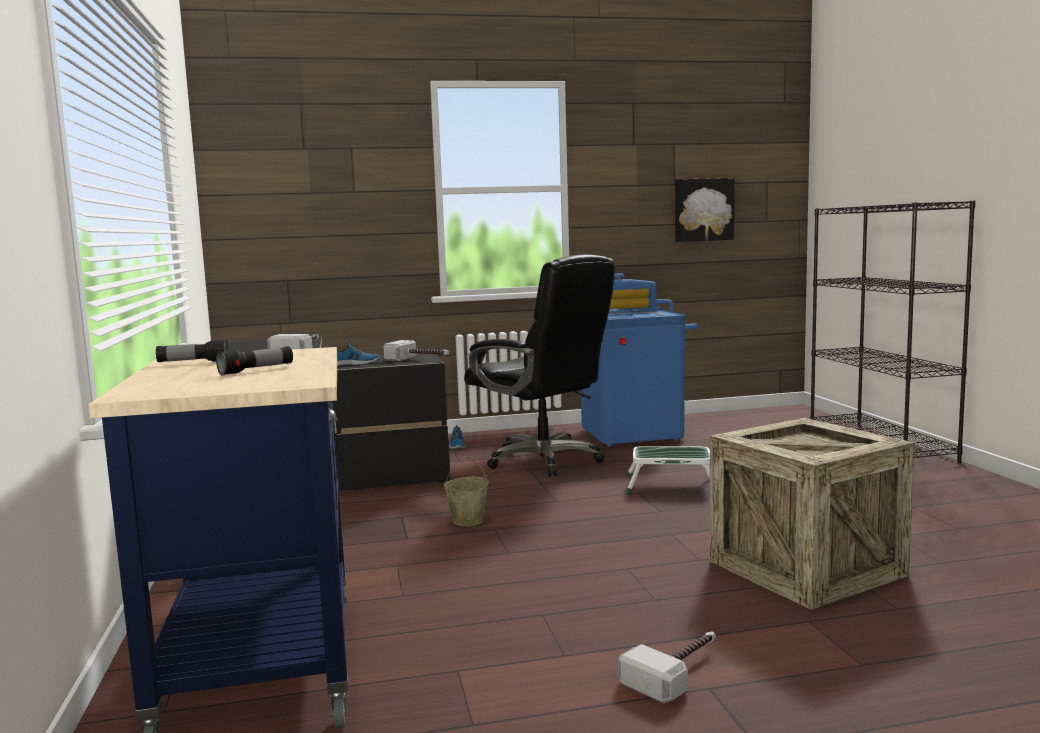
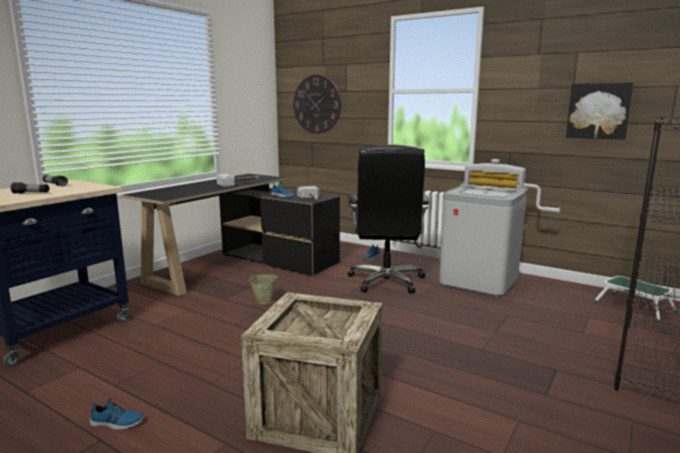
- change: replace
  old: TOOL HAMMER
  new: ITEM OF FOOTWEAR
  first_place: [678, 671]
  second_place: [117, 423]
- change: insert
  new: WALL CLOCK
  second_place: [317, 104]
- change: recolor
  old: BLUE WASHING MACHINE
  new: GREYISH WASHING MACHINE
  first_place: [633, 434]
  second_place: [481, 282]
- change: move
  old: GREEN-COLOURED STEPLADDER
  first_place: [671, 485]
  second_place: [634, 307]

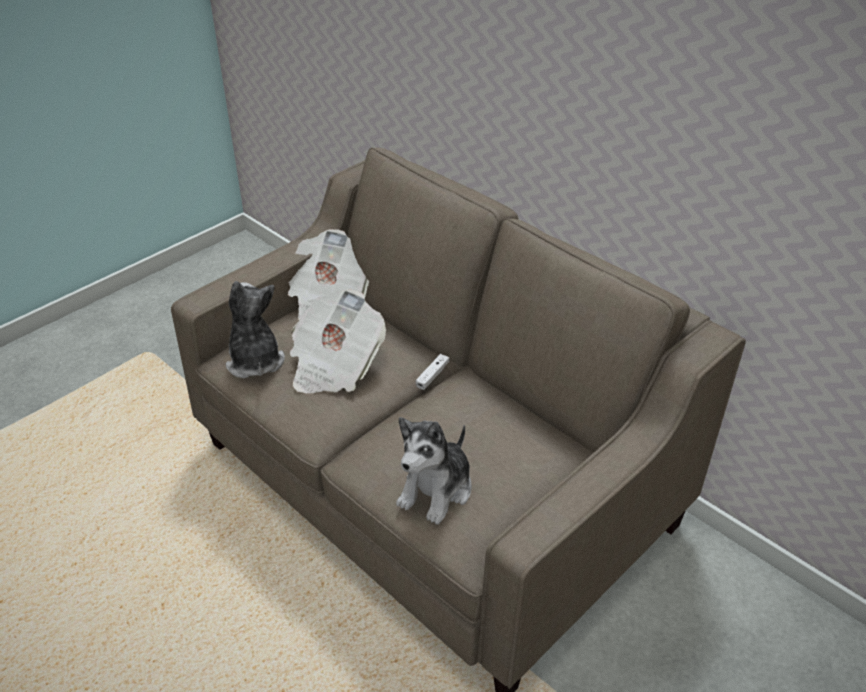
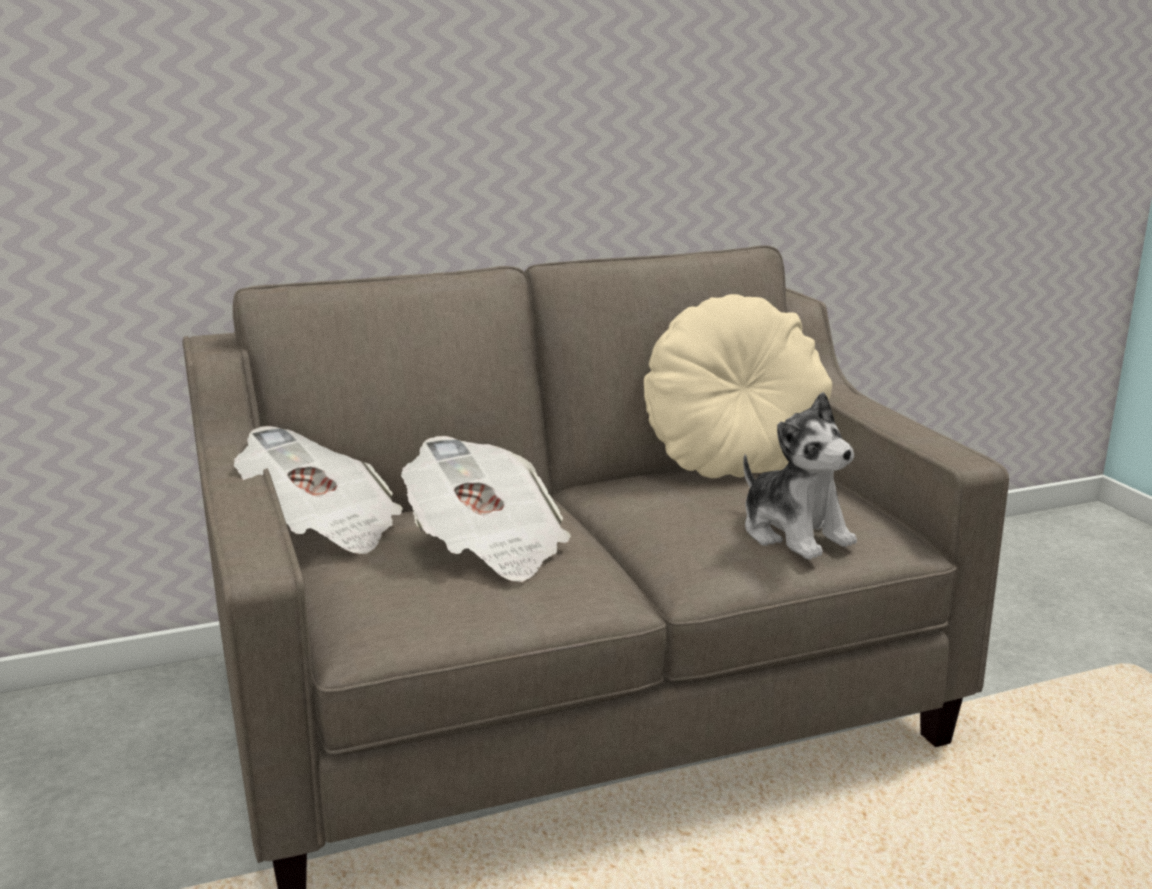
- change: insert
  new: BEIGE-COLOURED THROW PILLOW
  second_place: [733, 468]
- change: delete
  old: SOFT TOY
  first_place: [254, 360]
- change: delete
  old: WHITE-COLOURED GAMEPAD
  first_place: [432, 375]

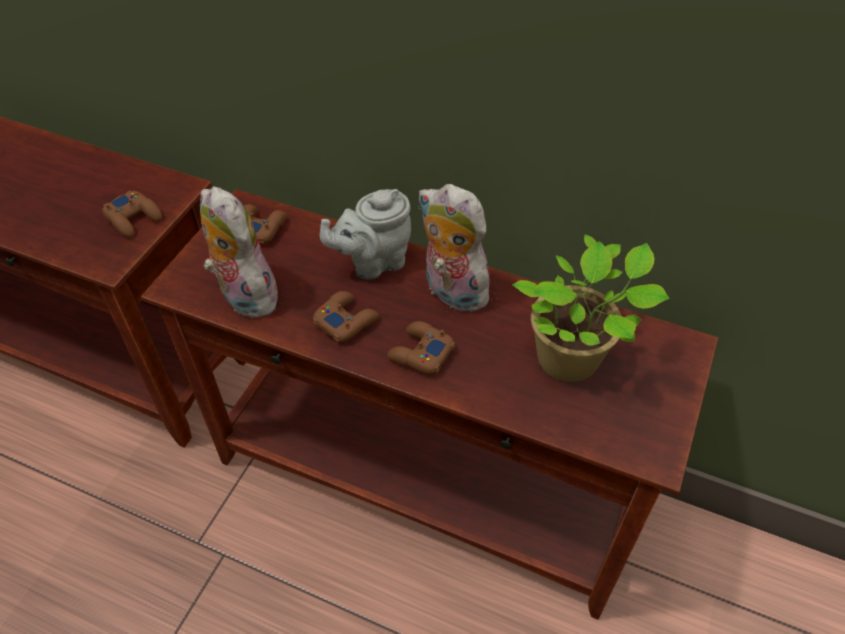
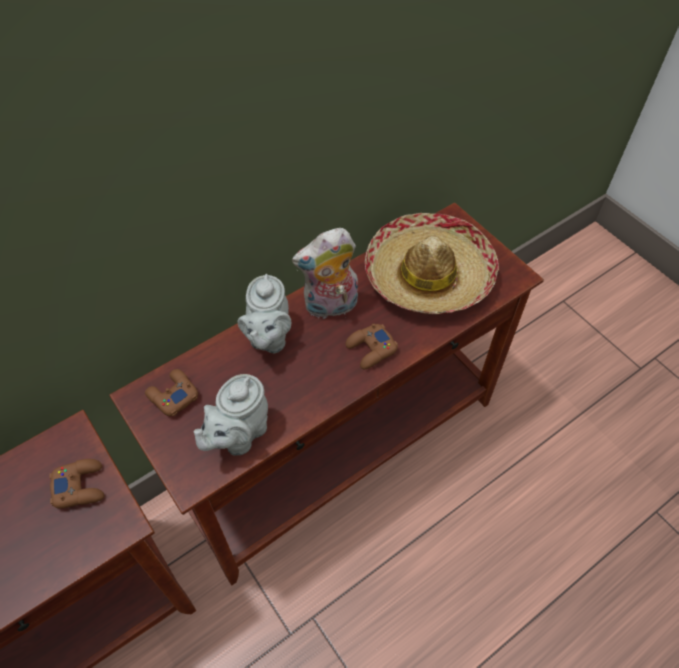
- change: replace
  old: SOFT TOY
  new: GREYISH POT FOR TEA
  first_place: [244, 295]
  second_place: [239, 435]
- change: replace
  old: HOUSEPLANT
  new: CLOTHING HAT
  first_place: [572, 360]
  second_place: [428, 275]
- change: delete
  old: BROWN-COLOURED GAMEPAD
  first_place: [346, 321]

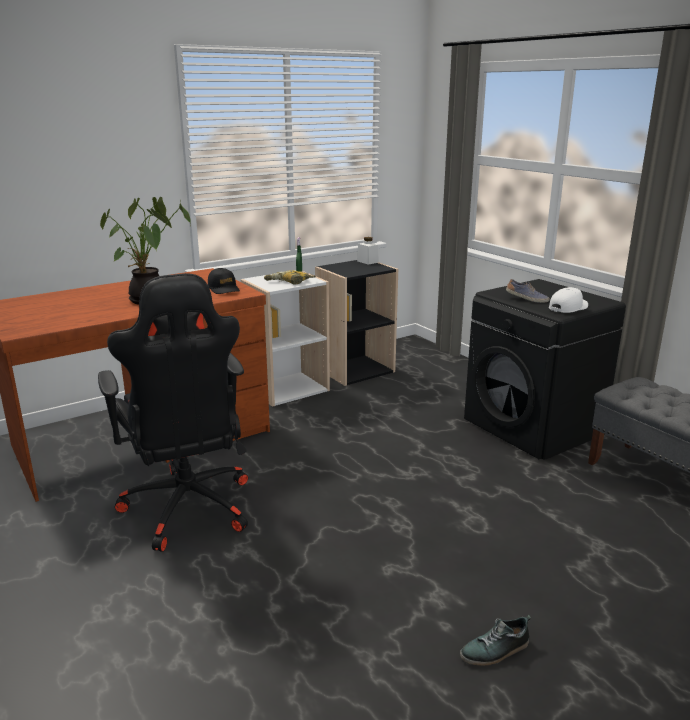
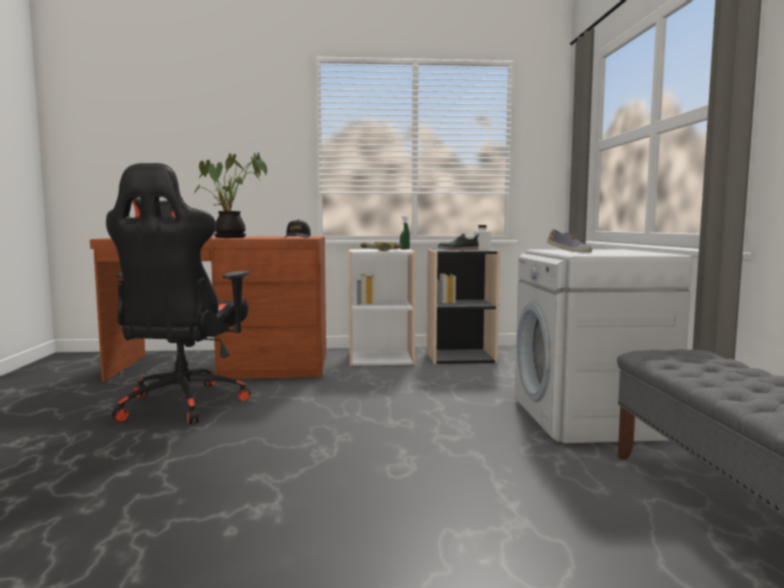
- change: move
  old: ITEM OF FOOTWEAR
  first_place: [495, 650]
  second_place: [458, 249]
- change: recolor
  old: BLACKISH WASHING MACHINE
  new: WHITE-COLOURED WASHING MACHINE
  first_place: [531, 427]
  second_place: [587, 418]
- change: delete
  old: WHITE-COLOURED CAP
  first_place: [568, 307]

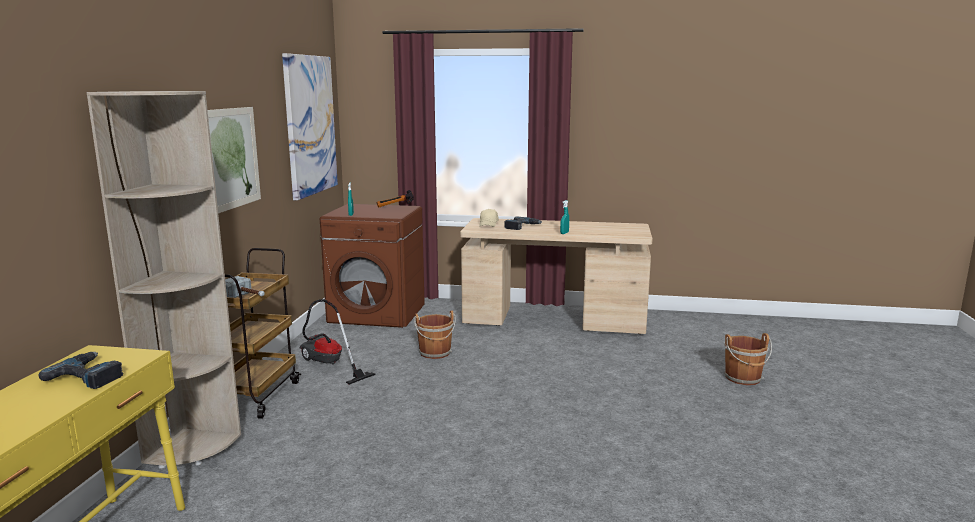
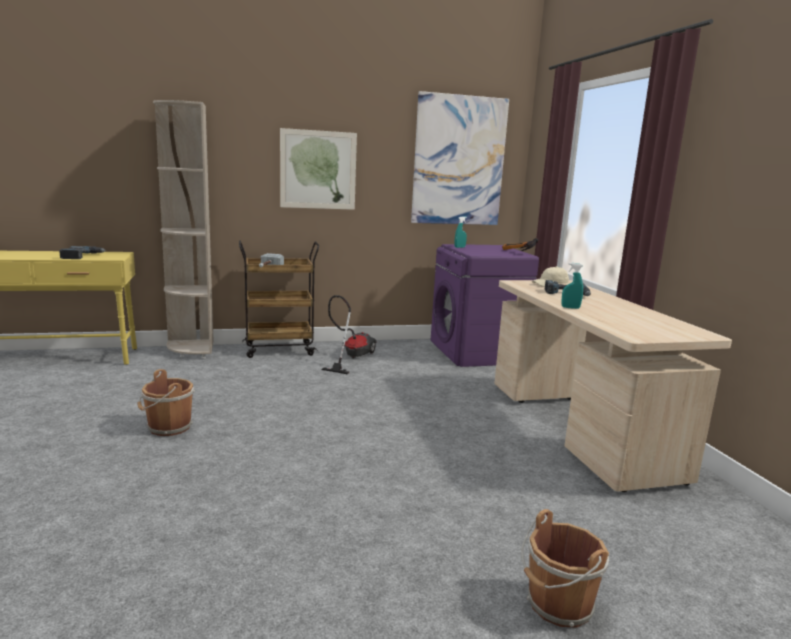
- change: move
  old: BROWN-COLOURED BUCKET
  first_place: [435, 353]
  second_place: [167, 428]
- change: recolor
  old: BROWN-COLOURED WASHING MACHINE
  new: PURPLE WASHING MACHINE
  first_place: [376, 313]
  second_place: [475, 352]

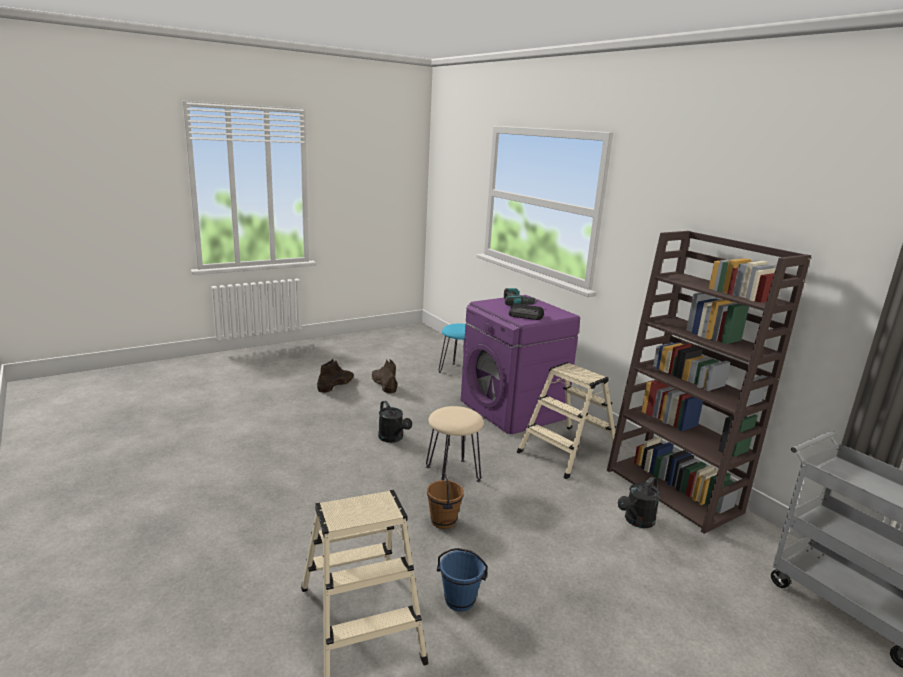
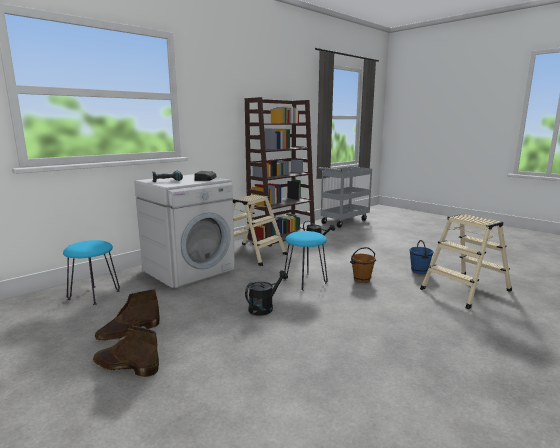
- change: recolor
  old: PURPLE WASHING MACHINE
  new: WHITE-COLOURED WASHING MACHINE
  first_place: [511, 410]
  second_place: [191, 270]
- change: recolor
  old: BEIGE-COLOURED STOOL
  new: TURQUOISE-COLOURED STOOL
  first_place: [453, 474]
  second_place: [305, 281]

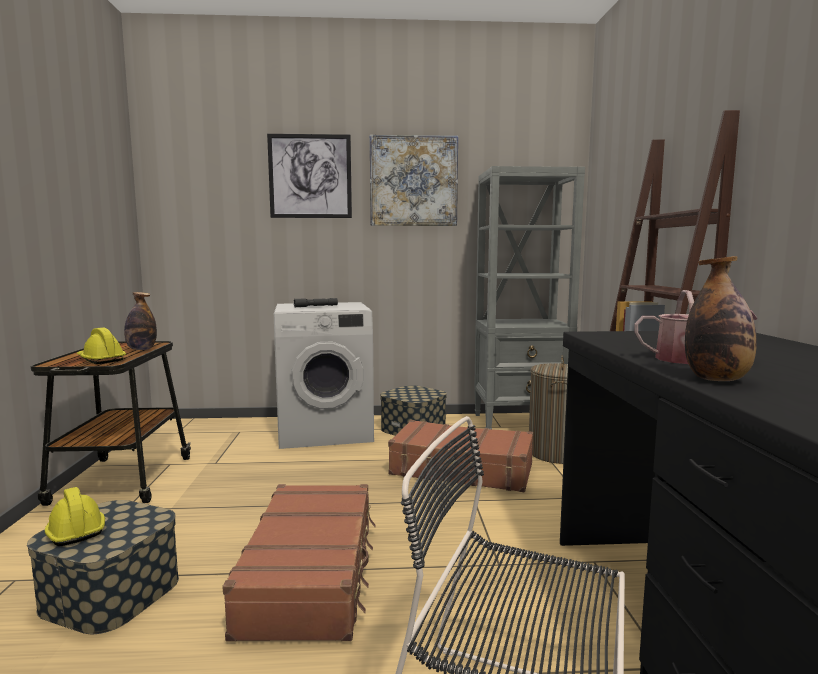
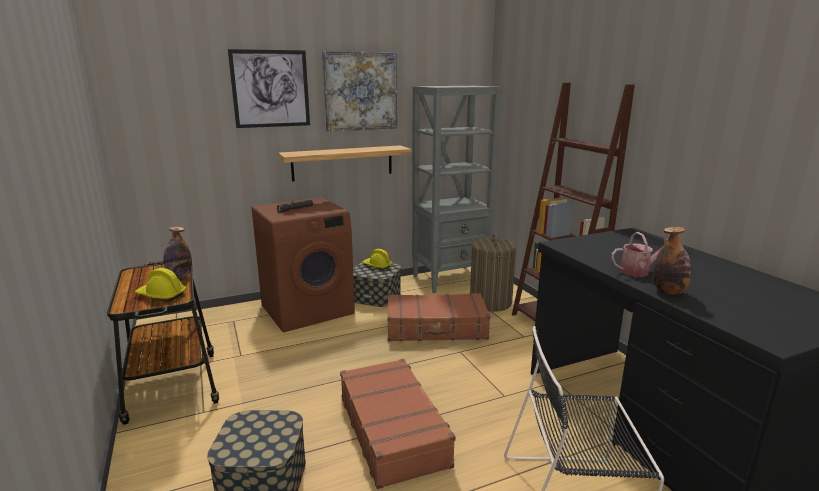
- change: recolor
  old: WHITE-COLOURED WASHING MACHINE
  new: BROWN-COLOURED WASHING MACHINE
  first_place: [325, 432]
  second_place: [308, 309]
- change: insert
  new: BRACKET SHELF
  second_place: [342, 163]
- change: move
  old: YELLOWISH WORK HELMET
  first_place: [75, 530]
  second_place: [377, 266]

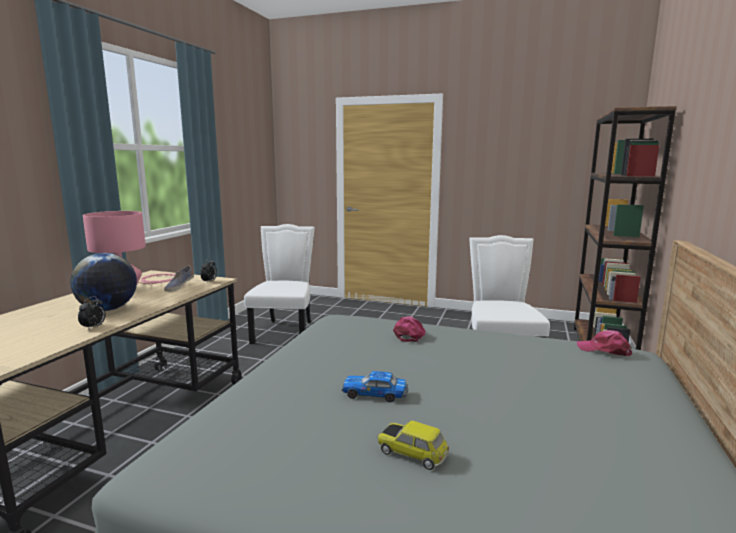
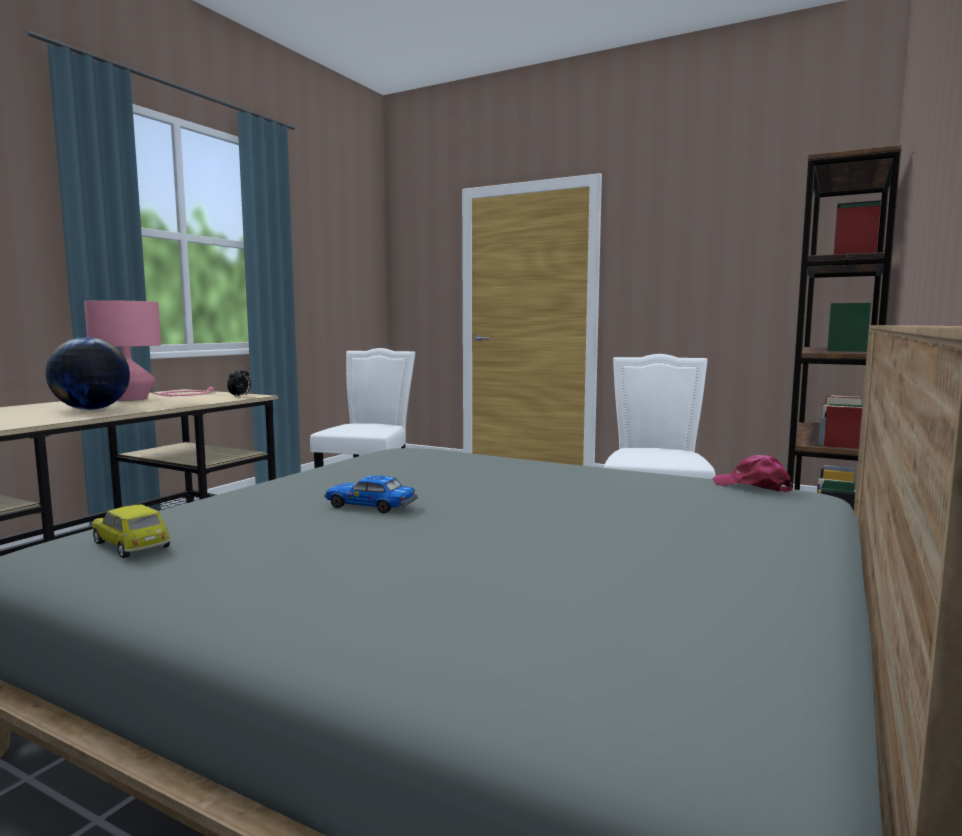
- change: move
  old: MODEL CAR
  first_place: [413, 452]
  second_place: [133, 545]
- change: delete
  old: ALARM CLOCK
  first_place: [94, 327]
- change: delete
  old: ITEM OF FOOTWEAR
  first_place: [179, 286]
- change: delete
  old: PINKISH CAP
  first_place: [410, 334]

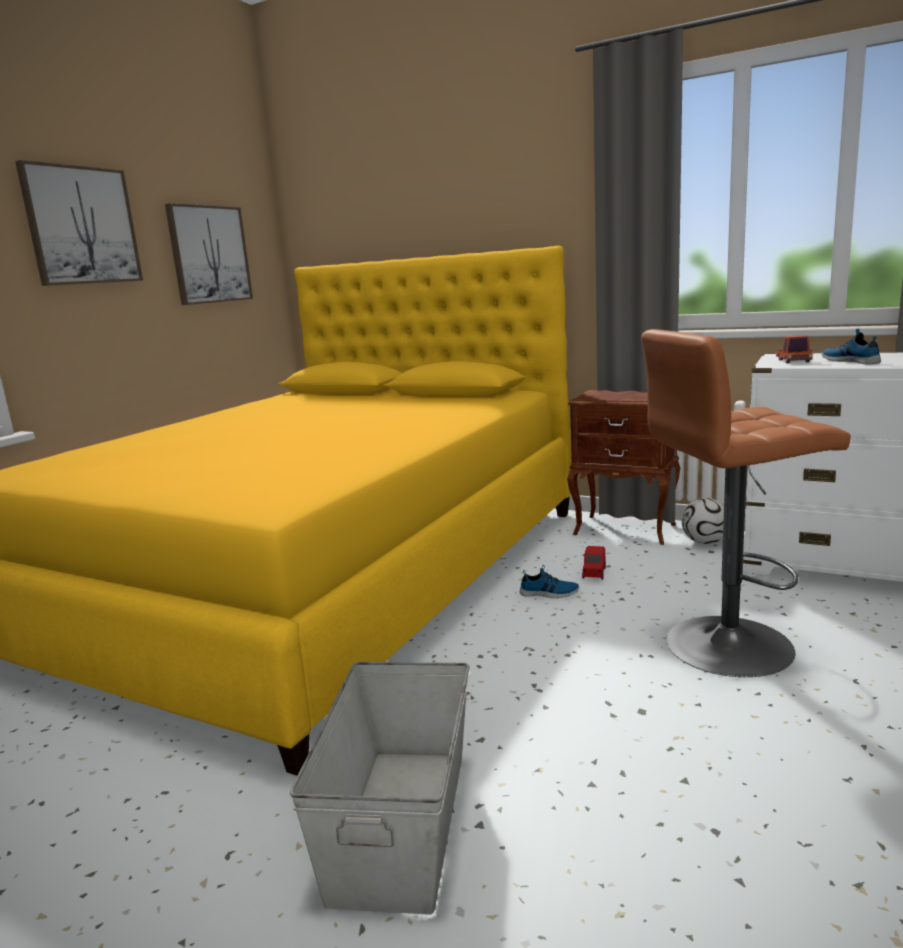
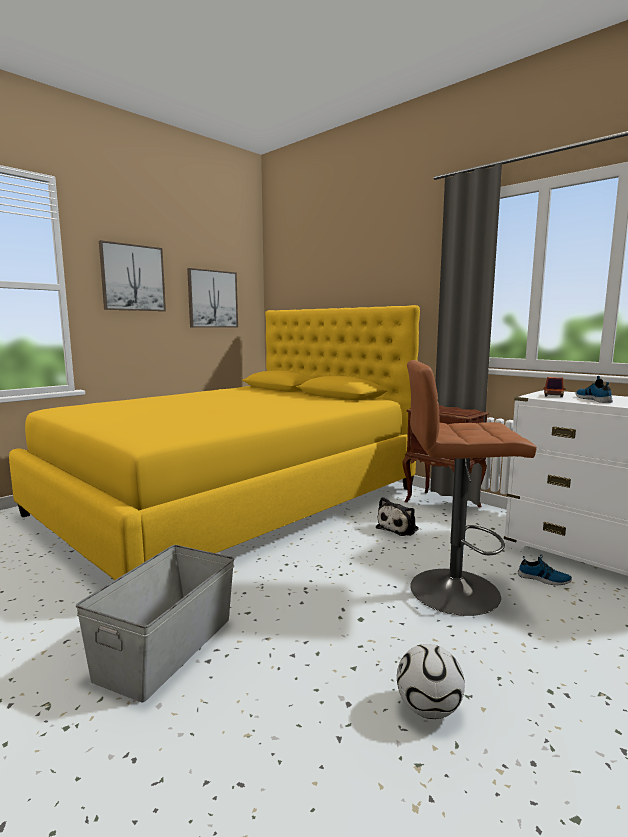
- change: replace
  old: RED MODEL CAR
  new: SOFT TOY
  first_place: [594, 573]
  second_place: [399, 528]
- change: move
  old: BALL FOR FOOTBALL
  first_place: [705, 542]
  second_place: [429, 709]
- change: move
  old: ITEM OF FOOTWEAR
  first_place: [549, 593]
  second_place: [543, 579]

